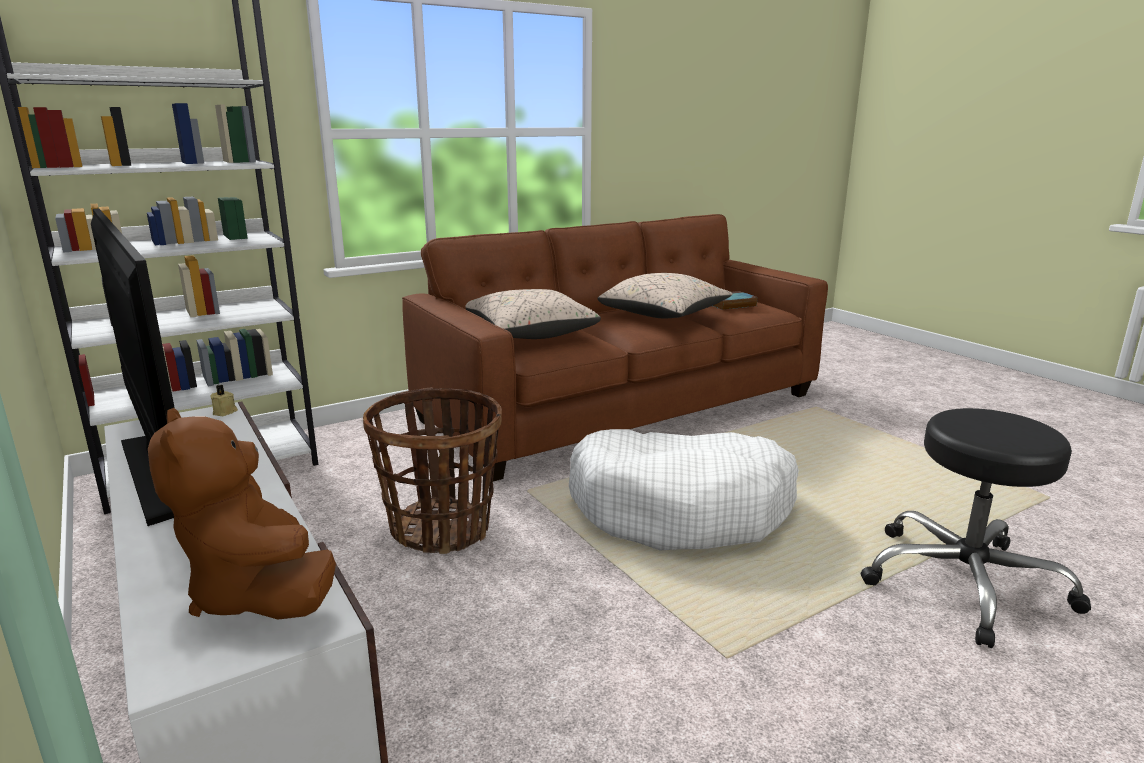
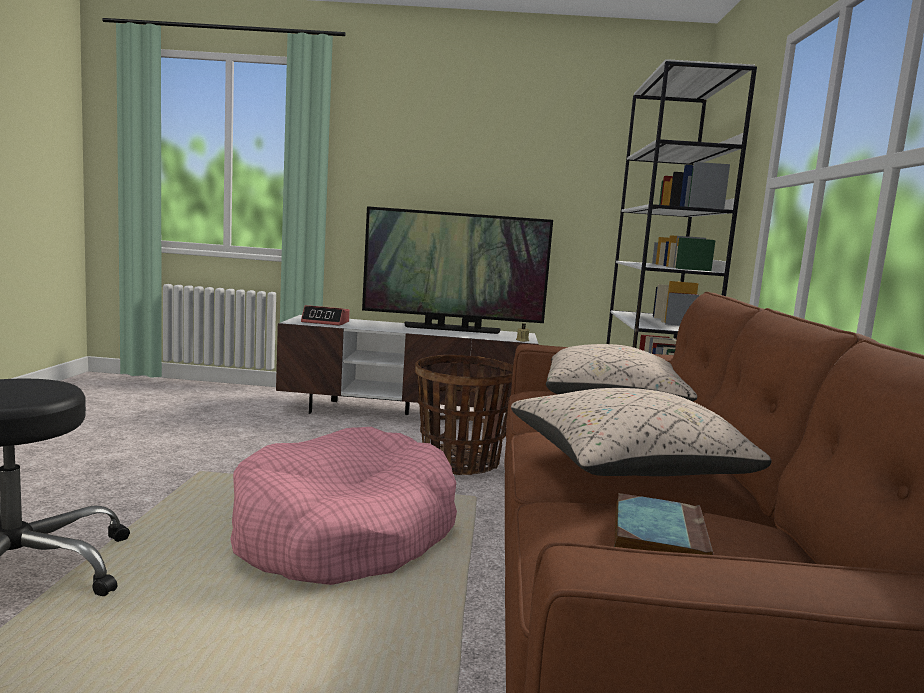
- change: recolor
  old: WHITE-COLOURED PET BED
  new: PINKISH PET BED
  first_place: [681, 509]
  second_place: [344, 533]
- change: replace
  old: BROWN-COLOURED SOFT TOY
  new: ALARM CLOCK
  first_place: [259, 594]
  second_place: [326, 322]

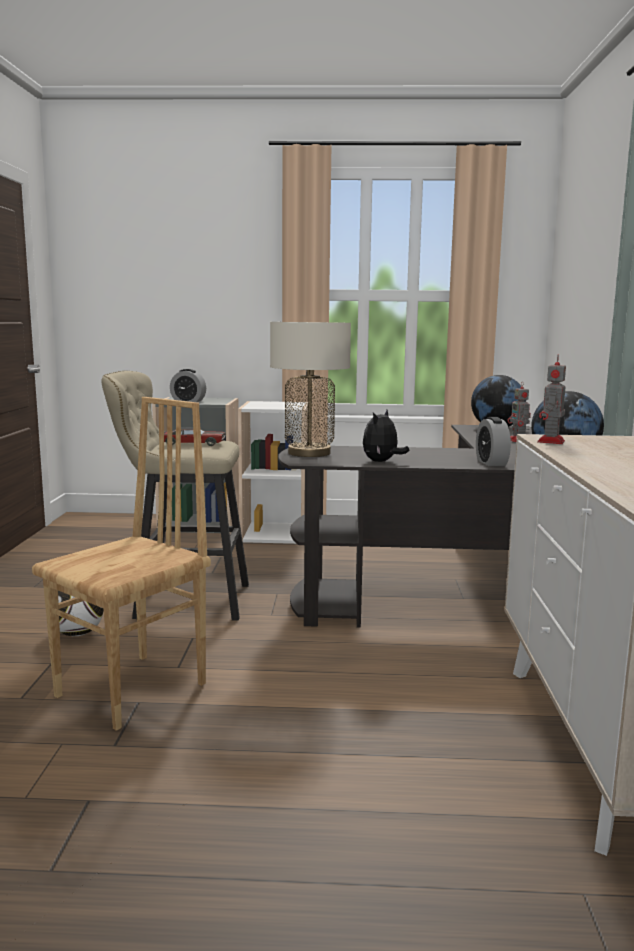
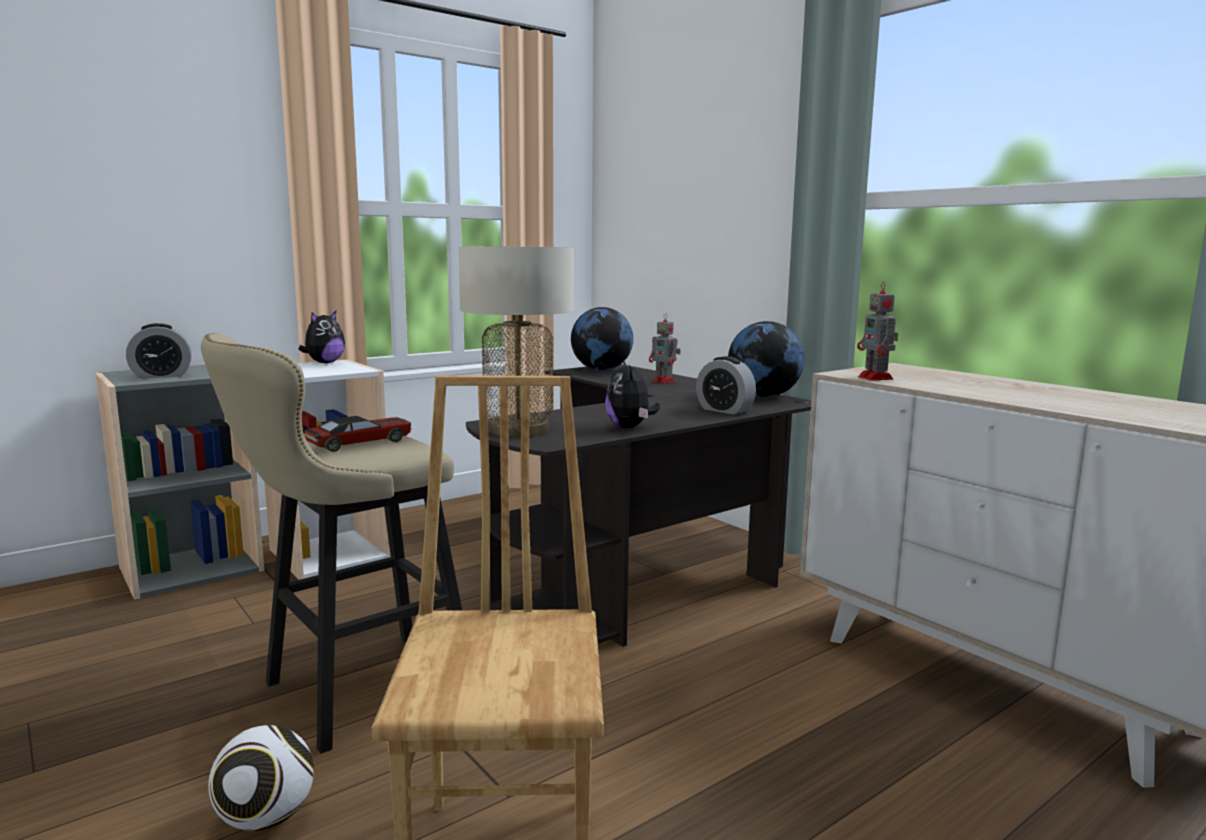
- change: insert
  new: SOFT TOY
  second_place: [324, 363]

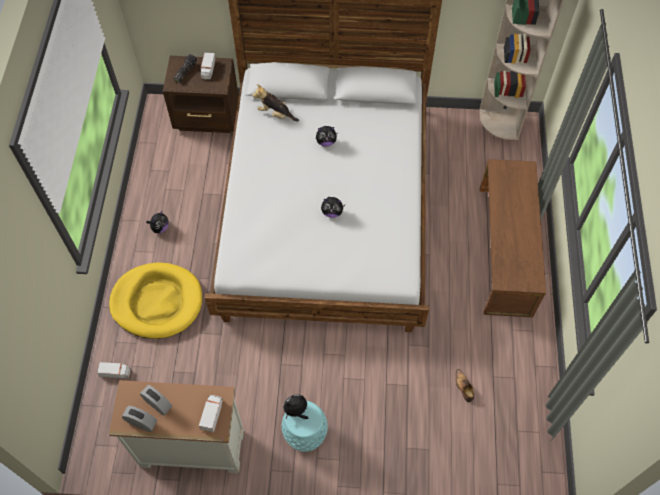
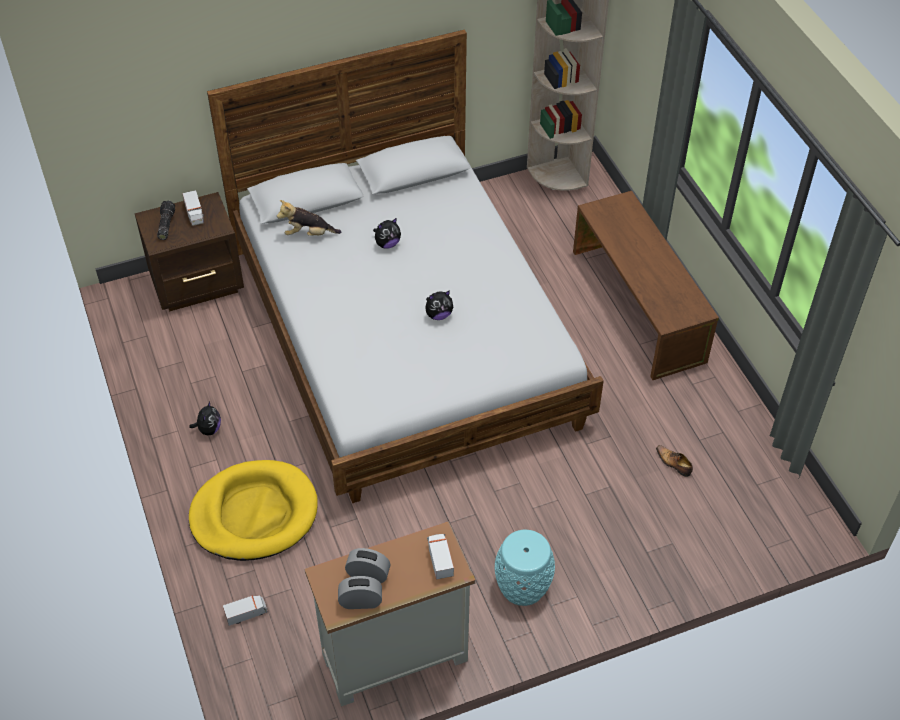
- change: delete
  old: SOFT TOY
  first_place: [296, 411]

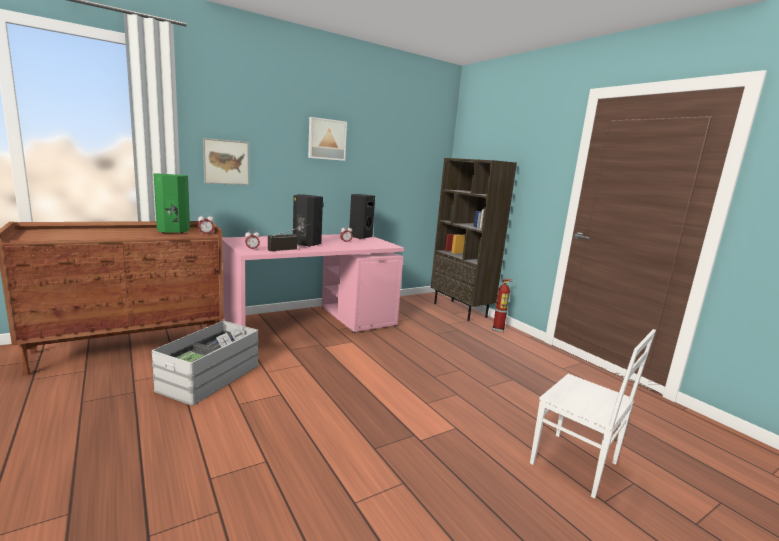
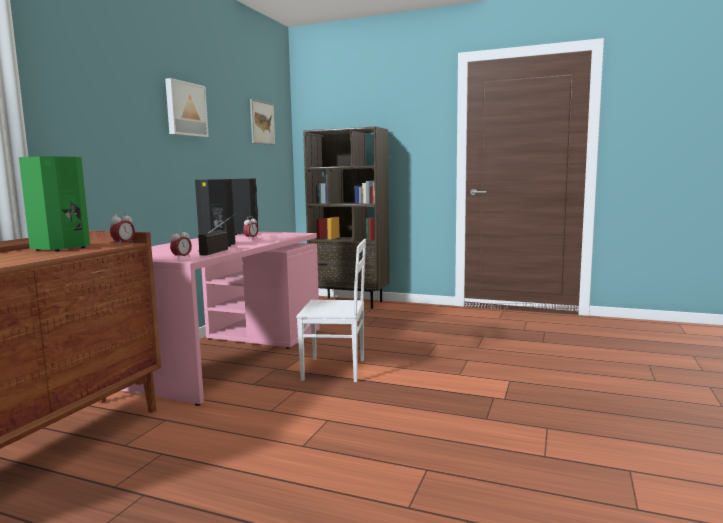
- change: move
  old: WALL ART
  first_place: [226, 162]
  second_place: [262, 123]
- change: move
  old: WHITE-COLOURED CHAIR
  first_place: [575, 464]
  second_place: [335, 370]
- change: delete
  old: GREYISH STORAGE BOX
  first_place: [209, 376]
- change: delete
  old: EXTINGUISHER
  first_place: [498, 329]

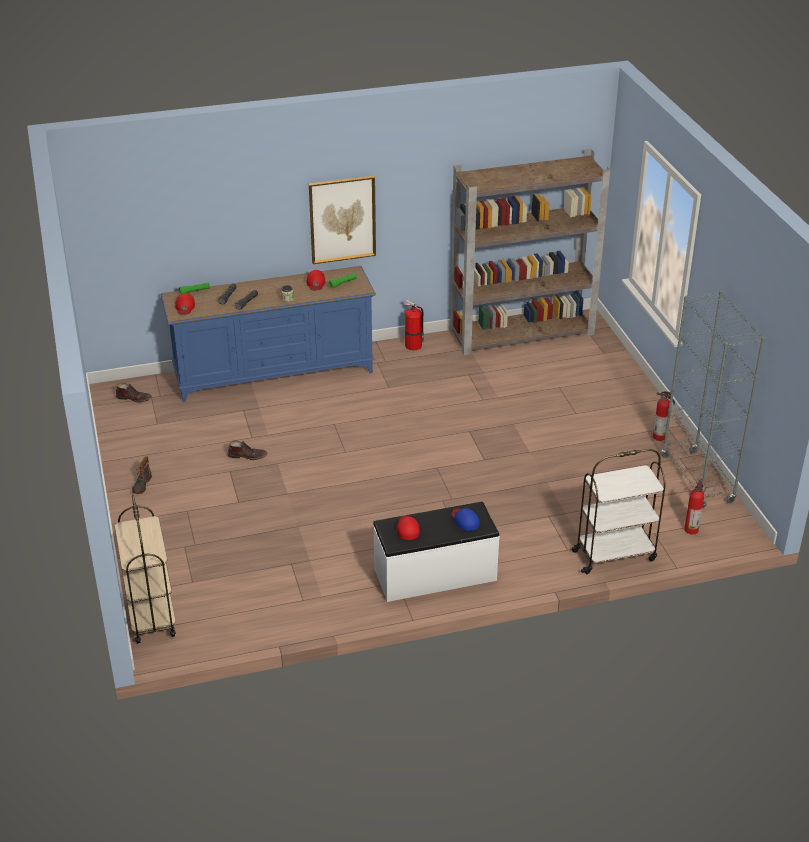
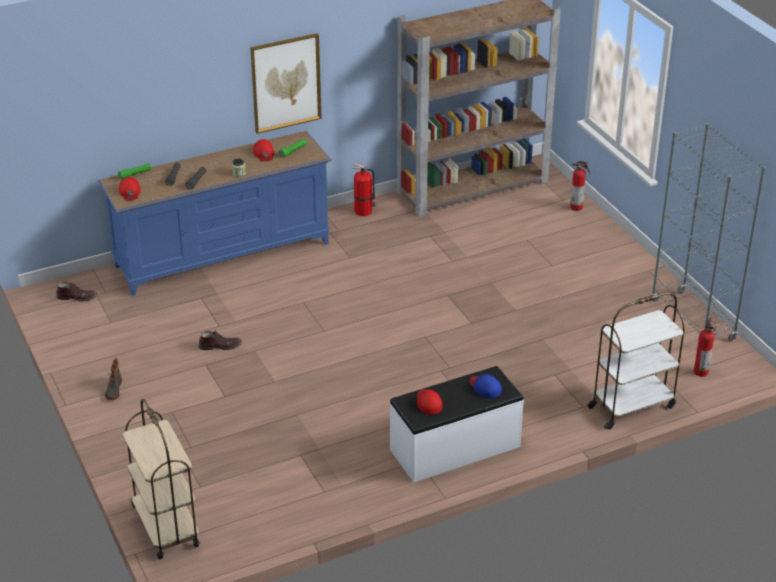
- change: move
  old: EXTINGUISHER
  first_place: [660, 437]
  second_place: [577, 207]

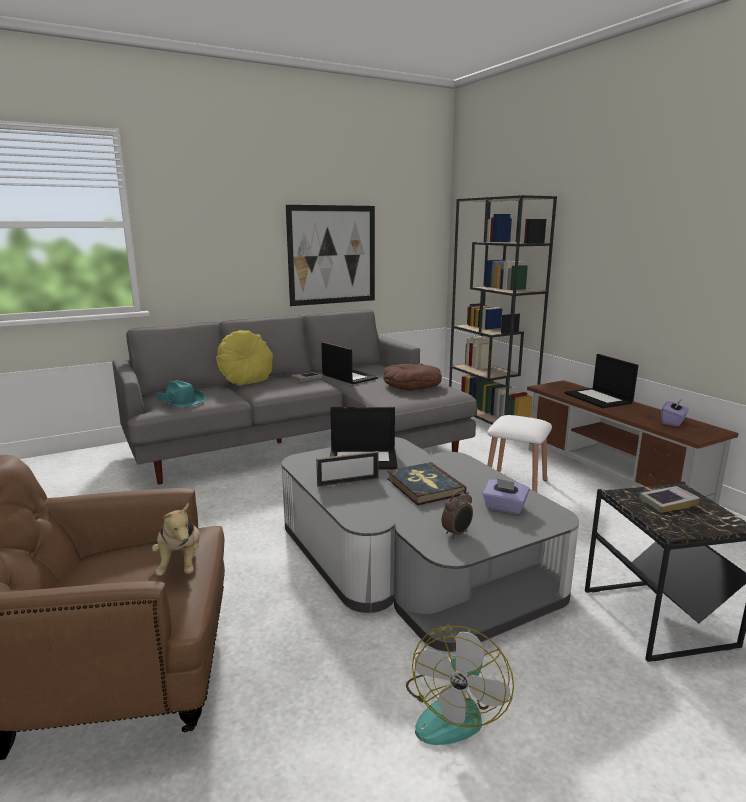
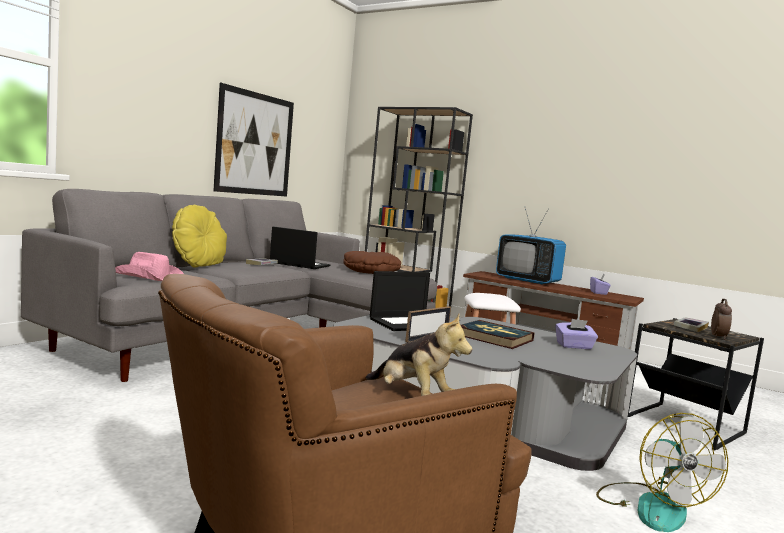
- change: recolor
  old: TURQUOISE-COLOURED CLOTHING HAT
  new: PINKISH CLOTHING HAT
  first_place: [179, 401]
  second_place: [148, 277]
- change: replace
  old: NOTEBOOK COMPUTER
  new: TV
  first_place: [599, 398]
  second_place: [527, 281]
- change: move
  old: ALARM CLOCK
  first_place: [457, 533]
  second_place: [719, 337]

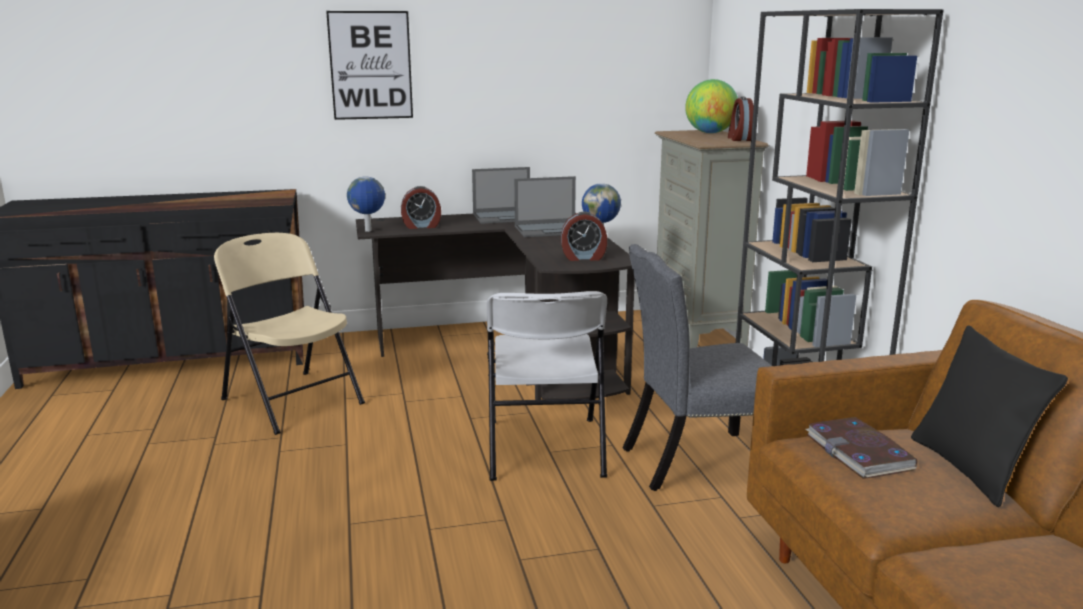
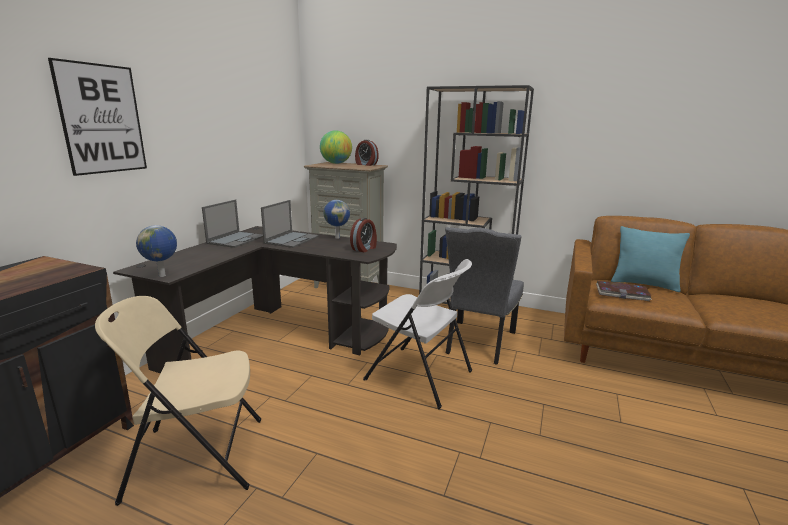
- change: recolor
  old: BLACKISH THROW PILLOW
  new: TURQUOISE-COLOURED THROW PILLOW
  first_place: [969, 469]
  second_place: [644, 284]
- change: delete
  old: ALARM CLOCK
  first_place: [421, 226]

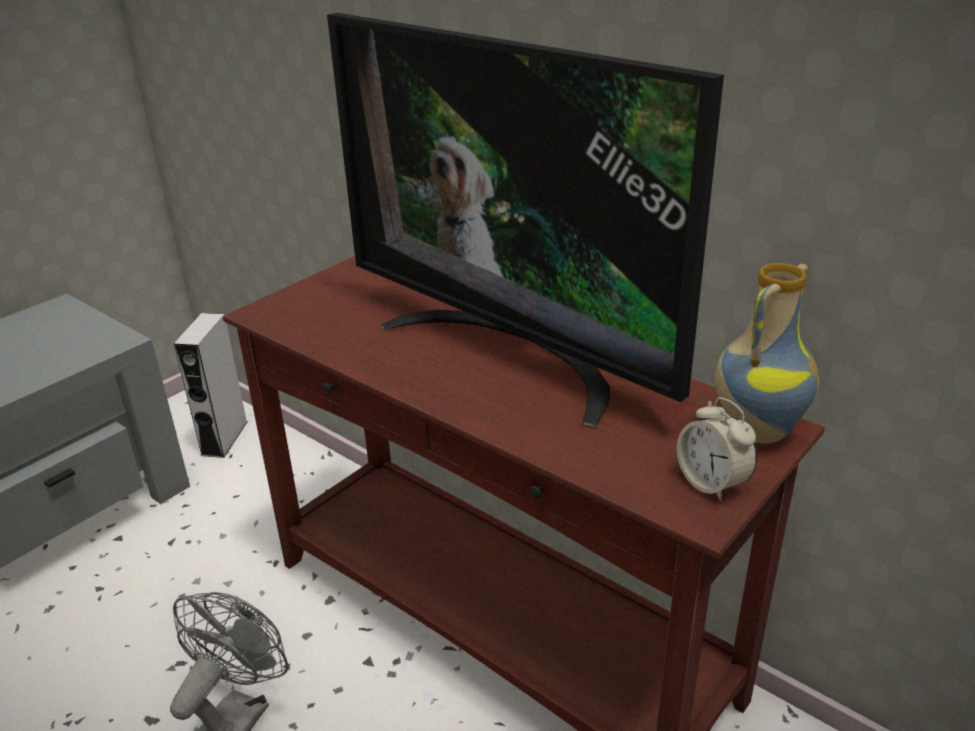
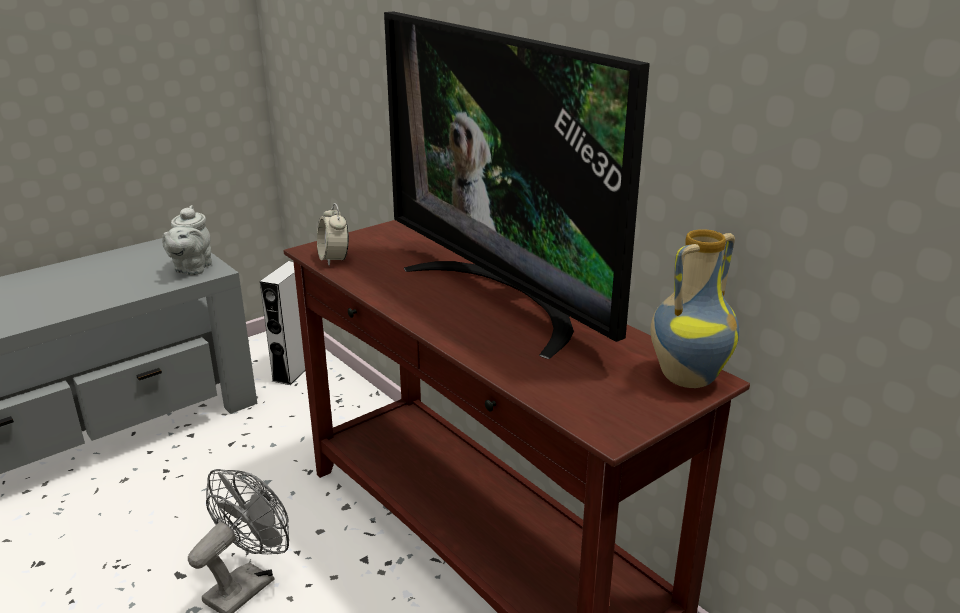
- change: insert
  new: GREYISH POT FOR TEA
  second_place: [191, 269]
- change: move
  old: ALARM CLOCK
  first_place: [712, 483]
  second_place: [334, 259]

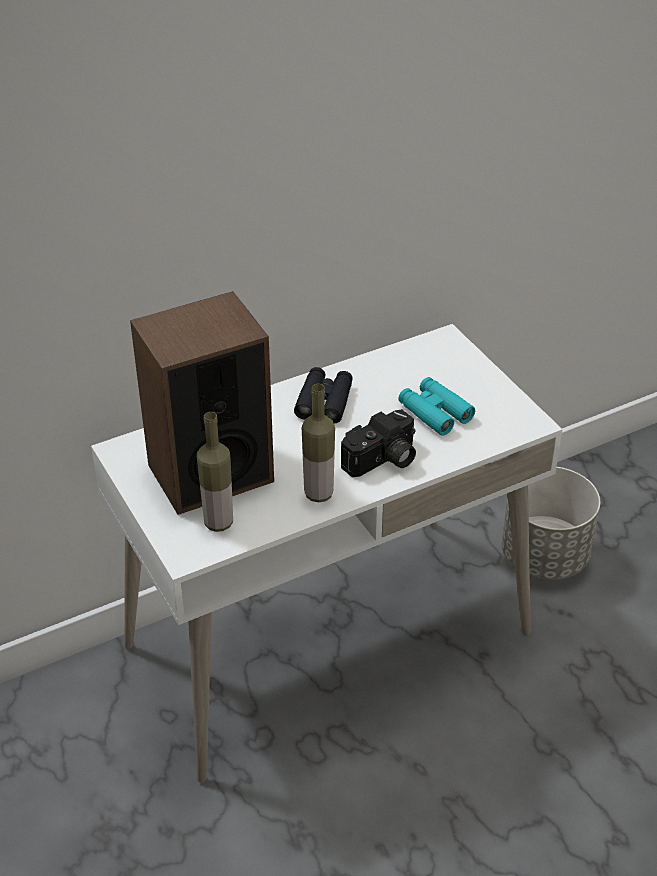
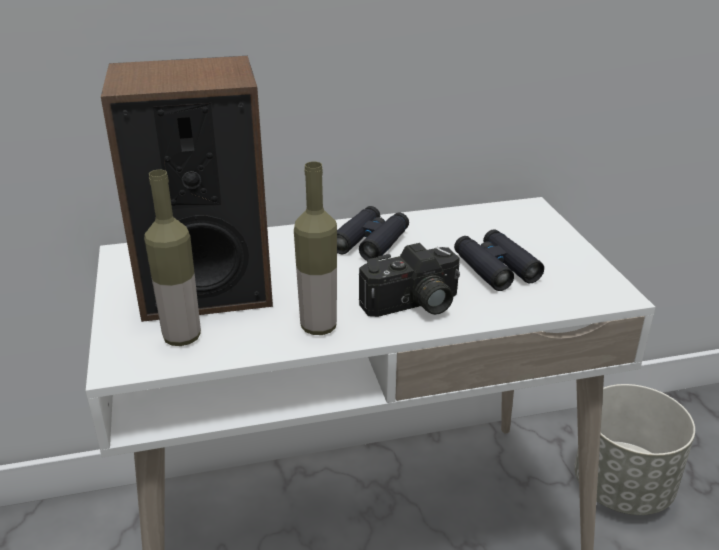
- change: recolor
  old: TURQUOISE-COLOURED PAIR OF BINOCULARS
  new: BLACKISH PAIR OF BINOCULARS
  first_place: [435, 412]
  second_place: [495, 268]

